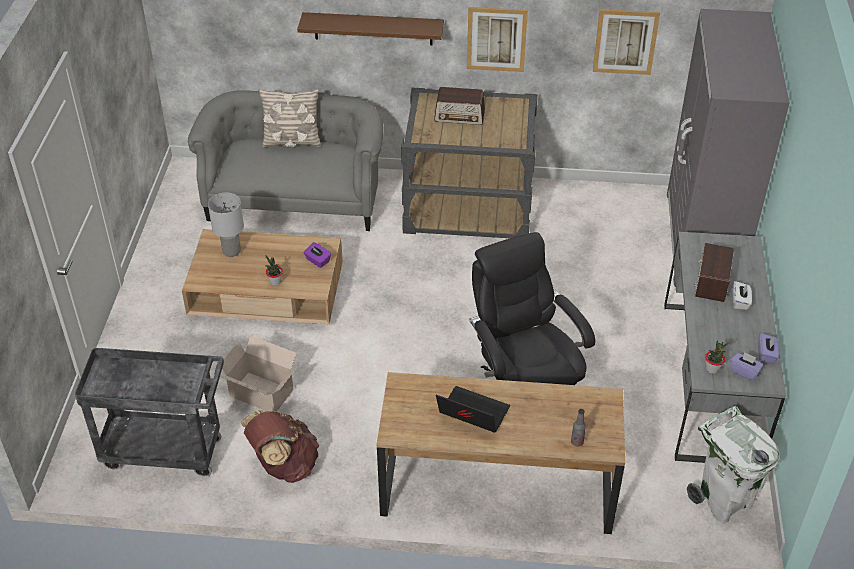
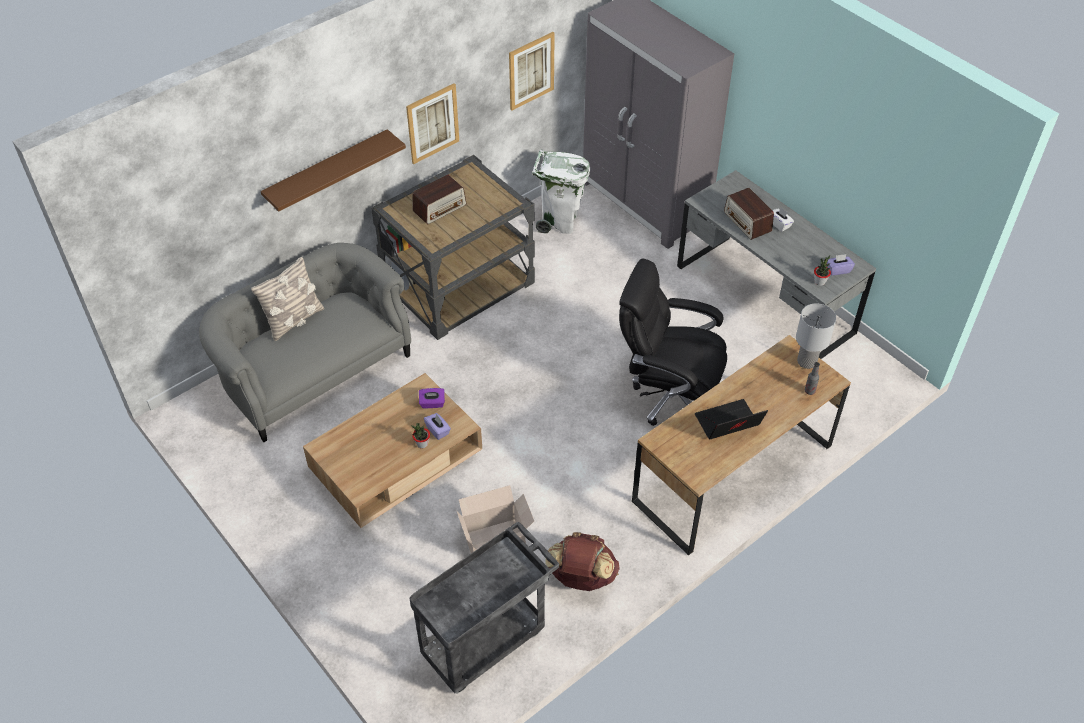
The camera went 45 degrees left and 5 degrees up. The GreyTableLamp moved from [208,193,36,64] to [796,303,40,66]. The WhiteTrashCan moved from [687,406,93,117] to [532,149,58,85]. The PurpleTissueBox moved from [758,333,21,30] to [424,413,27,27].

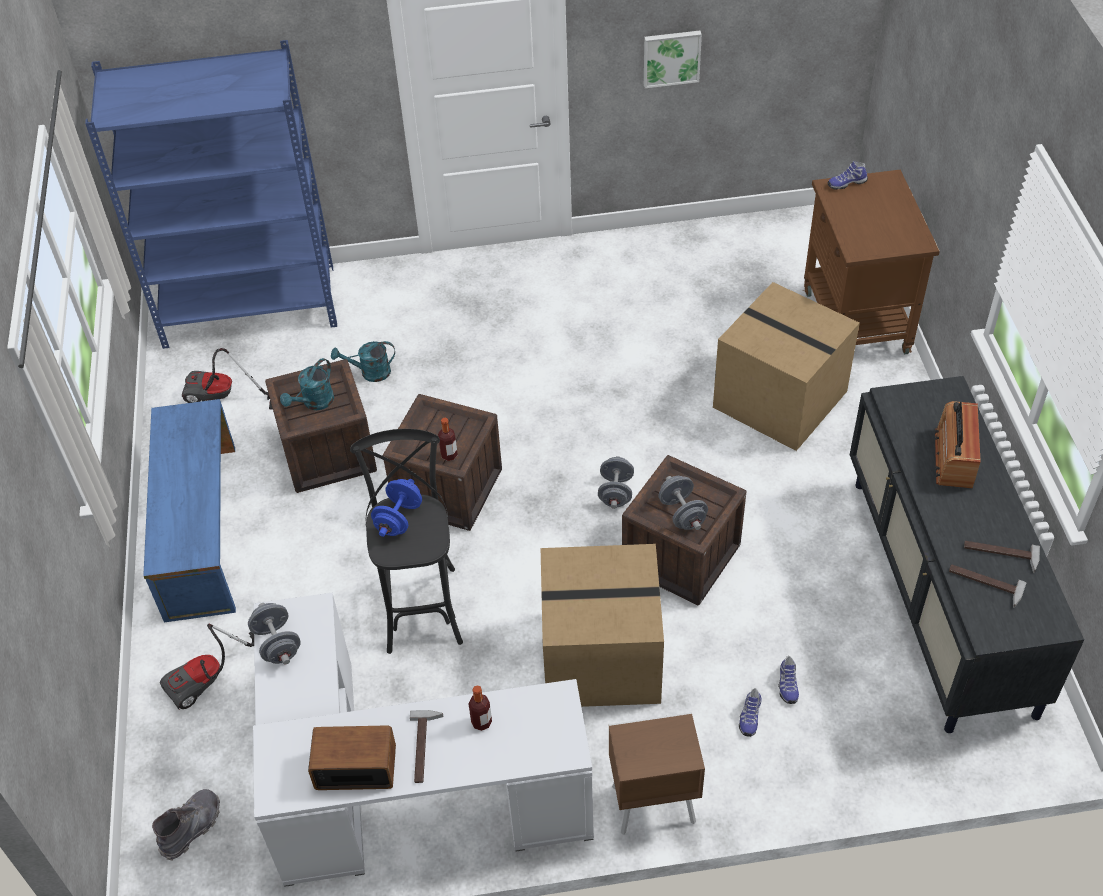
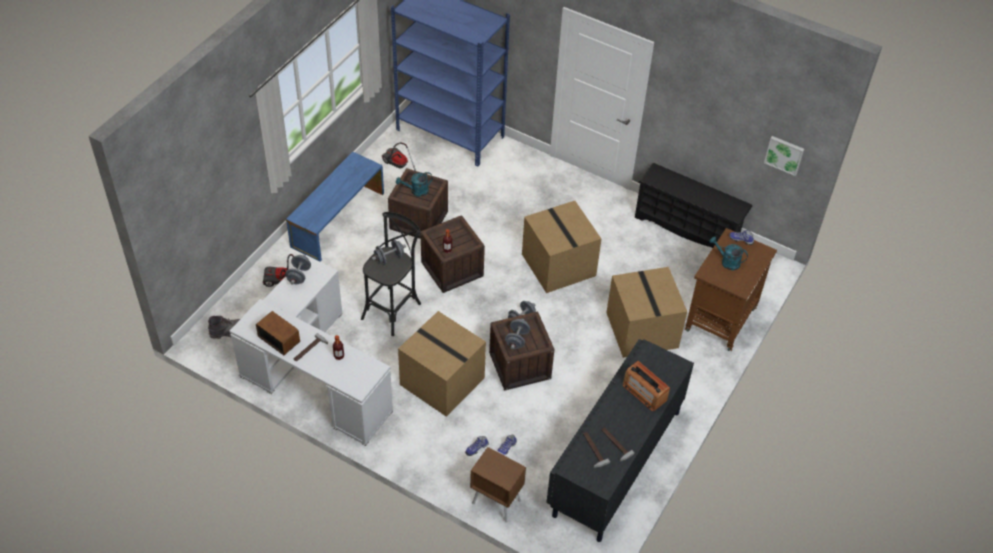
The camera went 35 degrees right and 0 degrees up. The TurquoiseWateringCan moved from [331,341,64,41] to [709,236,39,34]. The BlueDumbbell at [371,479,51,58] became the GreyDumbbell at [372,239,34,26]. The BrownNightstand moved from [609,712,96,123] to [470,446,56,76]. The Picture moved from [644,31,58,57] to [764,136,40,40]. The Radio at [935,401,46,87] turned 90 degrees counterclockwise. The CardboardBox at [522,201,79,92] appeared. The BlackShoeRack at [635,163,117,85] appeared.

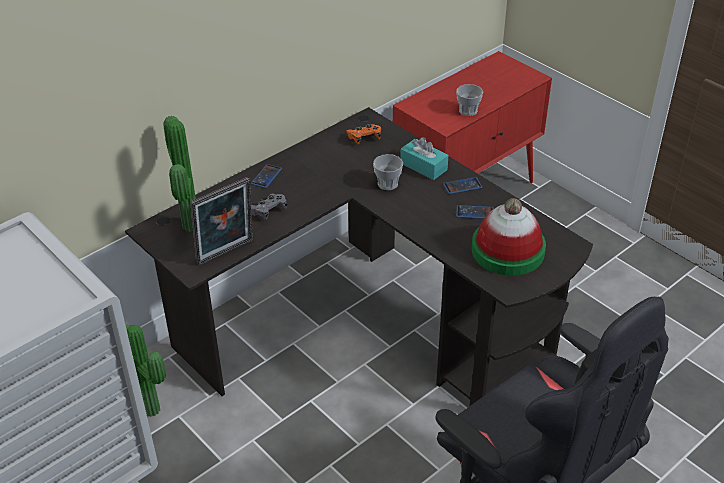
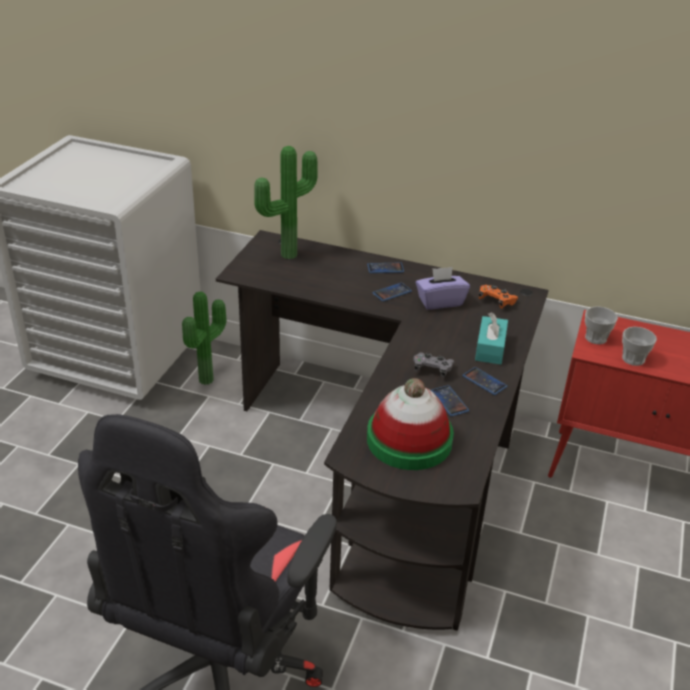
The camera went 60 degrees right and 5 degrees down. The PictureFrame at [190,177,63,88] disappeared. The GreyGameController moved from [251,194,36,26] to [413,353,42,25]. The Cup moved from [373,154,30,36] to [585,306,33,38]. The Phone at [372,283,40,18] appeared. The PurpleTissueBox at [416,267,54,43] appeared.

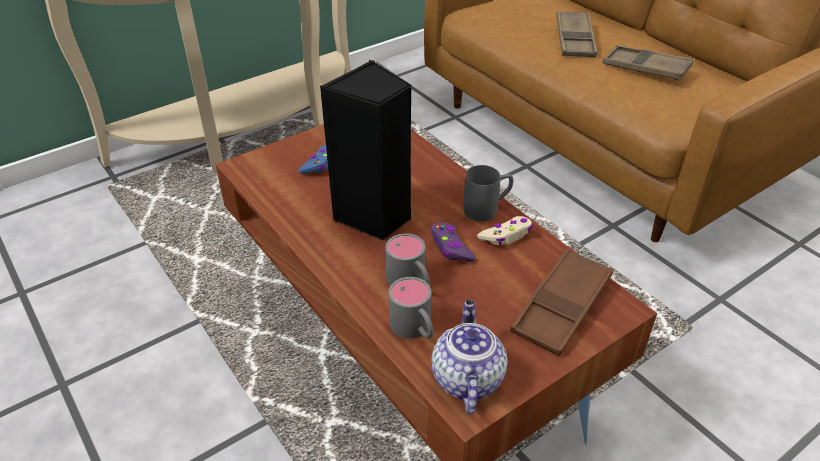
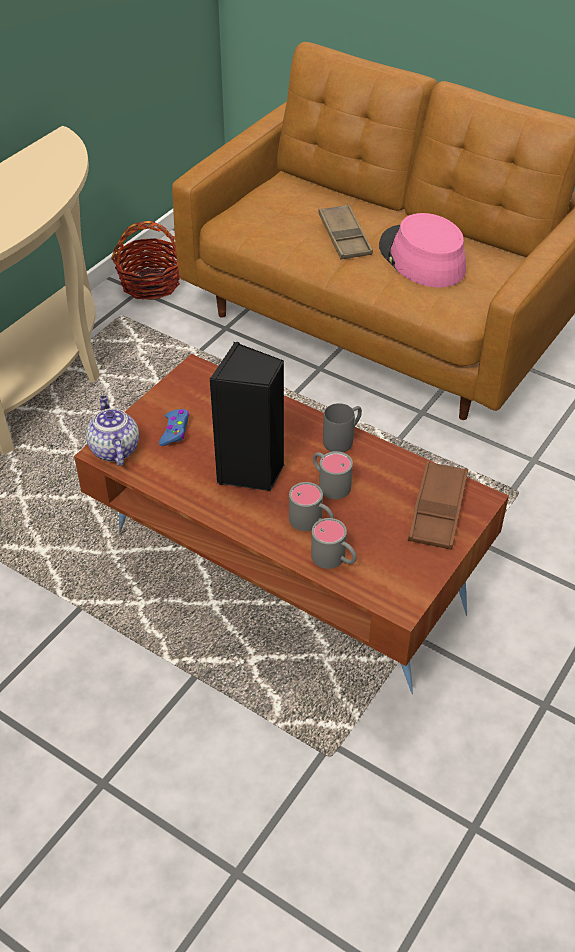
The camera went 20 degrees left and 5 degrees up. The PurpleGameController at [430,223,46,39] was replaced by the GreyMug at [313,451,40,48]. The Teapot moved from [431,300,76,114] to [86,395,53,71]. The BeigeGameController at [477,216,56,29] disappeared. The BrownTray at [603,45,91,35] was replaced by the PinkHat at [379,213,87,75]. The Basket at [111,221,69,79] appeared.

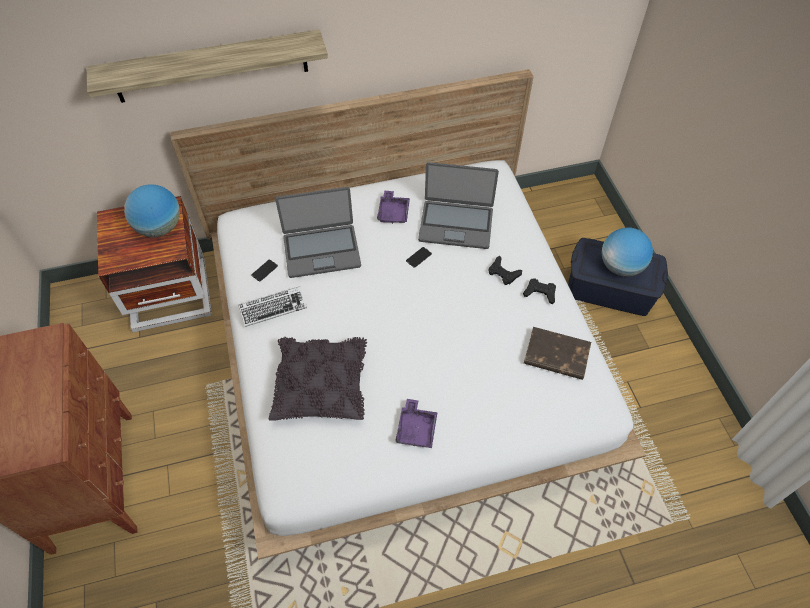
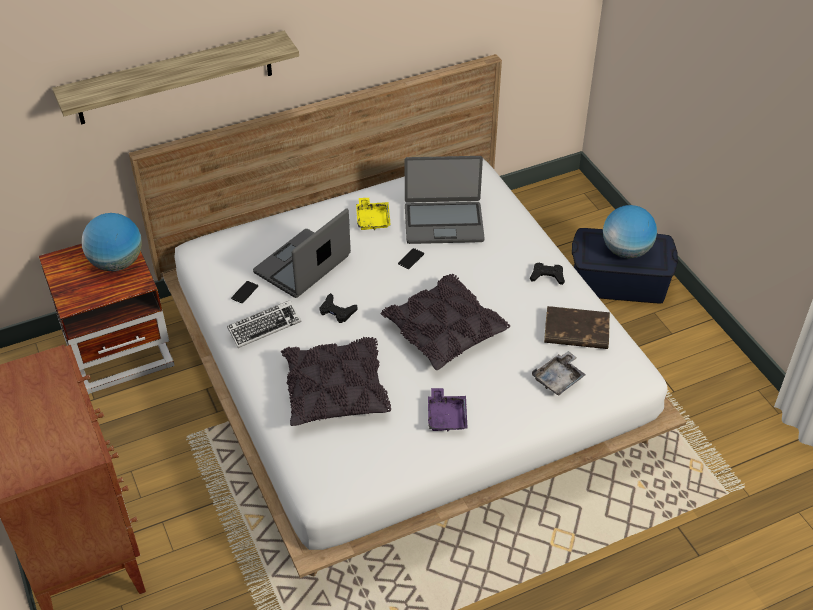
The camera went 10 degrees left and 10 degrees down. The Laptop at [275,187,86,91] turned 150 degrees clockwise. The PurpleTray at [377,190,33,34] became the YellowTray at [356,198,35,32]. The BlackGameController moved from [488,256,34,29] to [319,293,38,30]. The BlackPillow at [381,274,129,96] appeared. The GreyTray at [532,351,54,45] appeared.

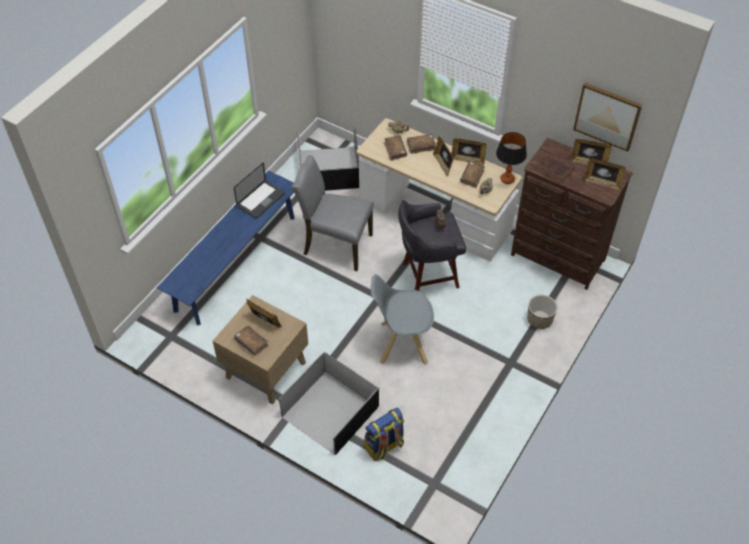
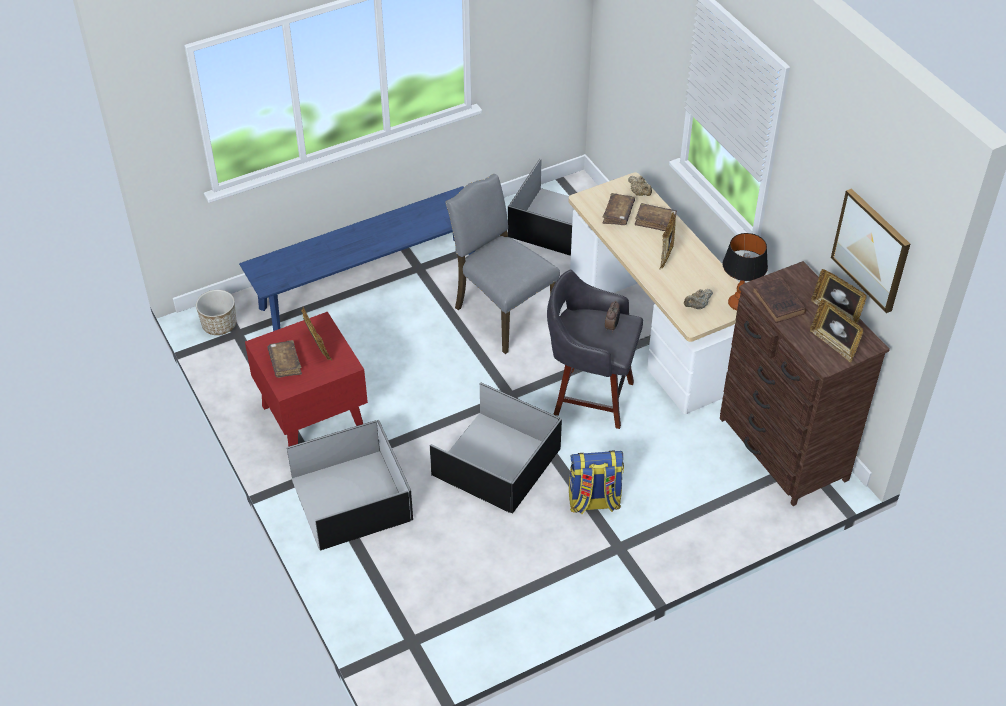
The camera went 30 degrees right and 5 degrees down. The BeigeNightstand at [213,295,95,110] became the RedNightstand at [245,312,123,134]. The Laptop at [234,163,51,56] disappeared. The Backpack moved from [364,408,40,53] to [569,450,55,64]. The GreyChair at [371,274,63,91] was replaced by the BlackStorageBox at [430,383,132,131]. The PictureFrame at [452,138,35,27] disappeared. The BrownBook at [460,161,25,27] disappeared. The Planter moved from [527,295,30,34] to [196,290,40,45].

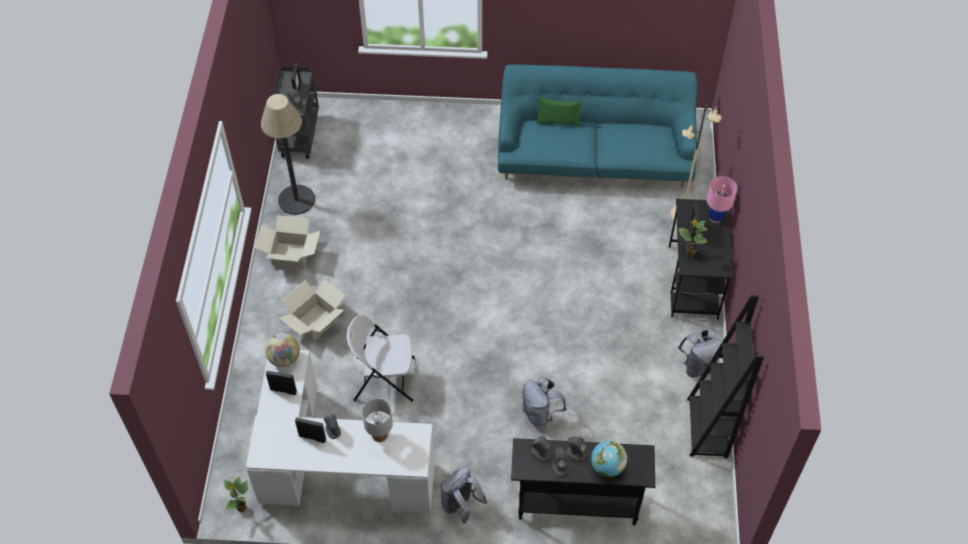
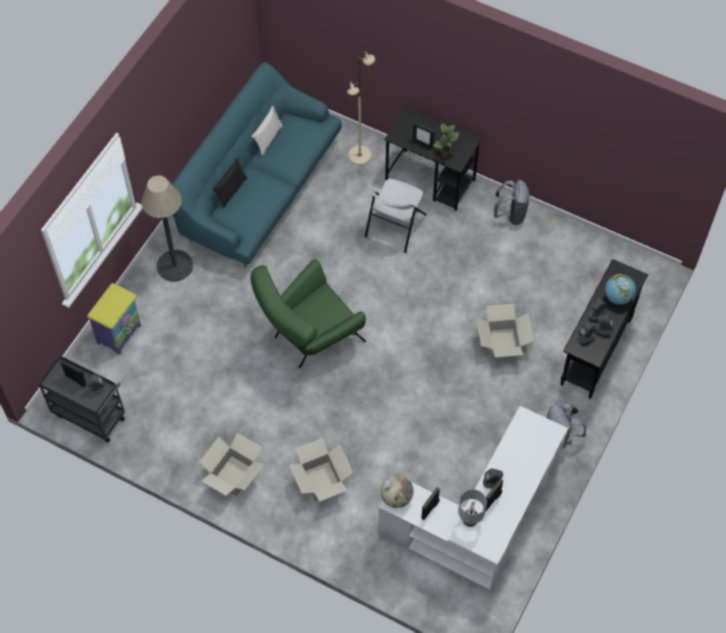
The camera went 65 degrees left and 5 degrees up. The PottedPlant at [224,476,24,36] disappeared. The FloorLamp moved from [261,94,54,121] to [141,175,52,106]. The WhiteChair moved from [347,314,68,88] to [364,179,63,74]. The GreyTableLamp moved from [362,399,31,43] to [458,489,29,38]. The GreyBackpack at [522,376,44,53] was replaced by the CardboardBox at [477,304,56,55]. The GreenPillow at [536,97,46,30] became the BlackPillow at [212,158,35,50]. The BlackBookcase at [687,295,77,163] disappeared. The PinkTableLamp at [707,176,30,47] disappeared. The Nightstand at [87,283,54,71] appeared. The GreenArmchair at [250,259,116,109] appeared. The WhitePillow at [252,106,30,49] appeared.

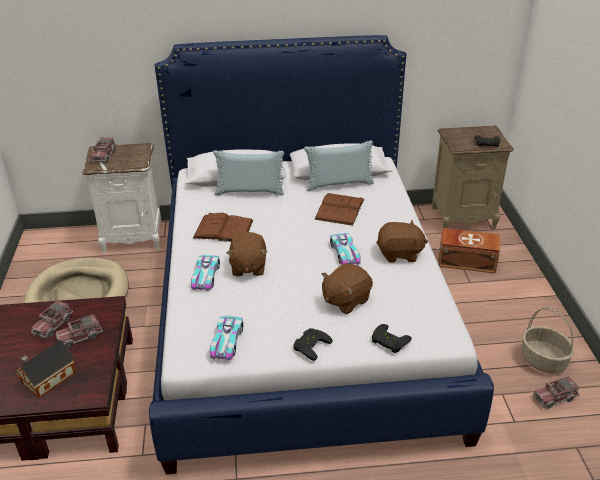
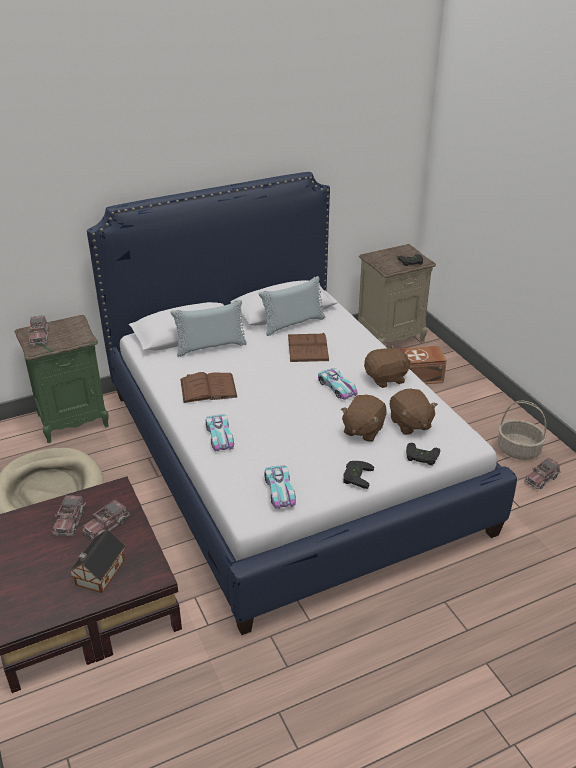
The camera went 20 degrees left and 0 degrees up. The WhiteNightstand at [82,143,80,111] became the GreenNightstand at [14,315,95,128]. The BrownPlushToy moved from [226,232,41,44] to [390,389,48,46].

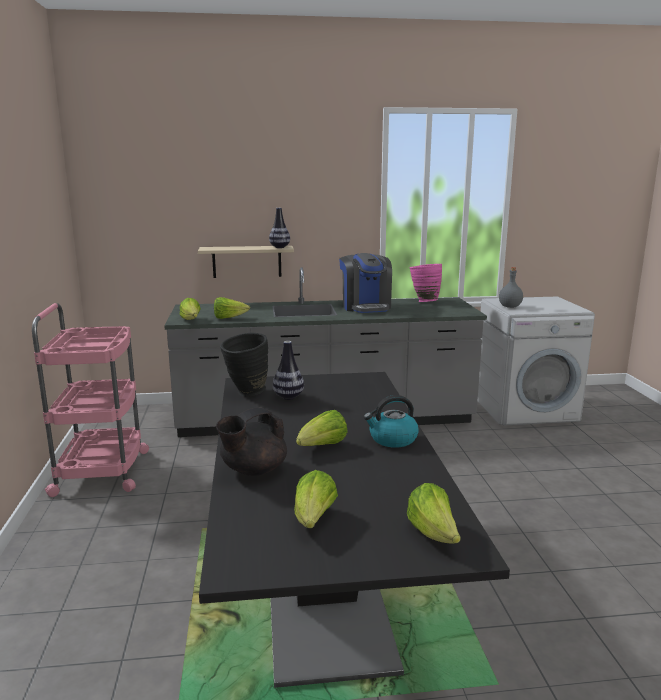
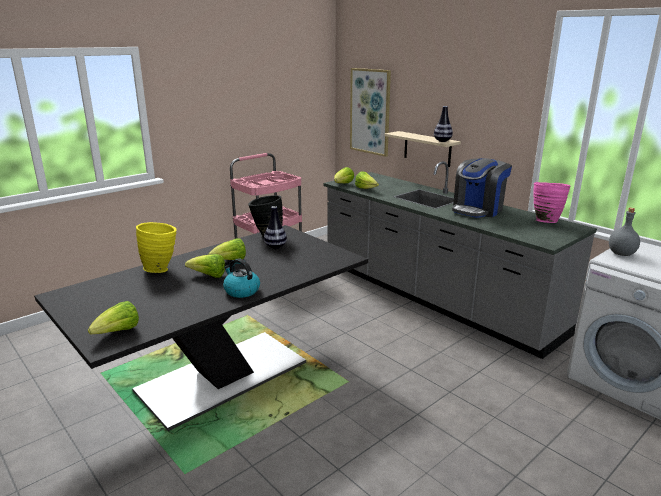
The camera went 55 degrees right and 5 degrees up. The BlackTeapot at [216,407,71,69] was replaced by the YellowVase at [136,222,41,51]. The Lettuce moved from [294,470,44,58] to [208,239,38,21]. The Picture at [350,68,41,89] appeared.

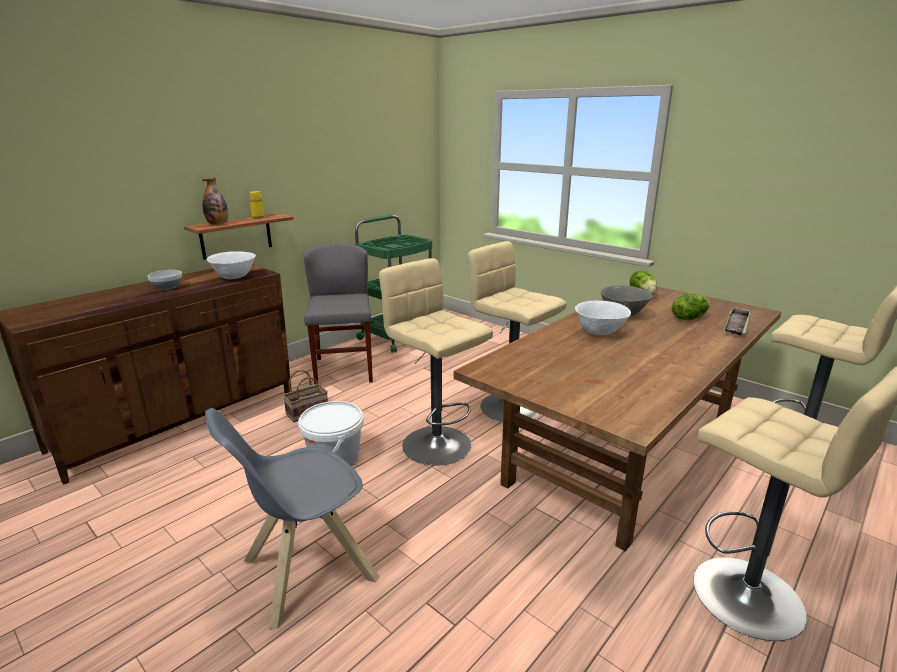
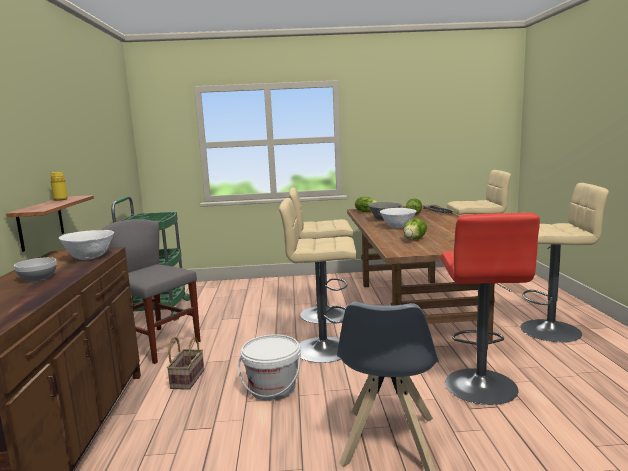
The camera went 45 degrees left and 10 degrees down. The Bottle at [202,178,26,47] disappeared. The Lettuce at [404,218,23,22] appeared. The RedStool at [441,213,99,192] appeared.

